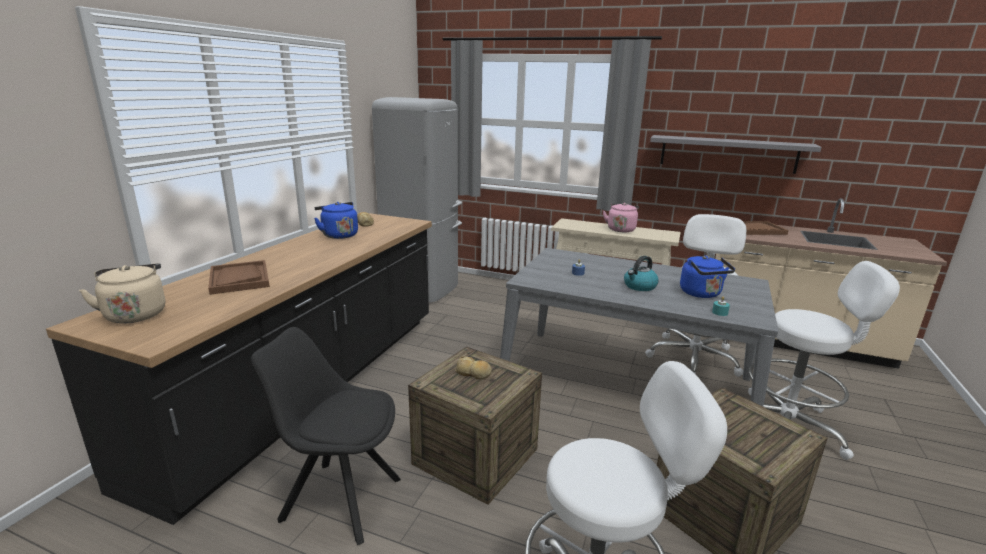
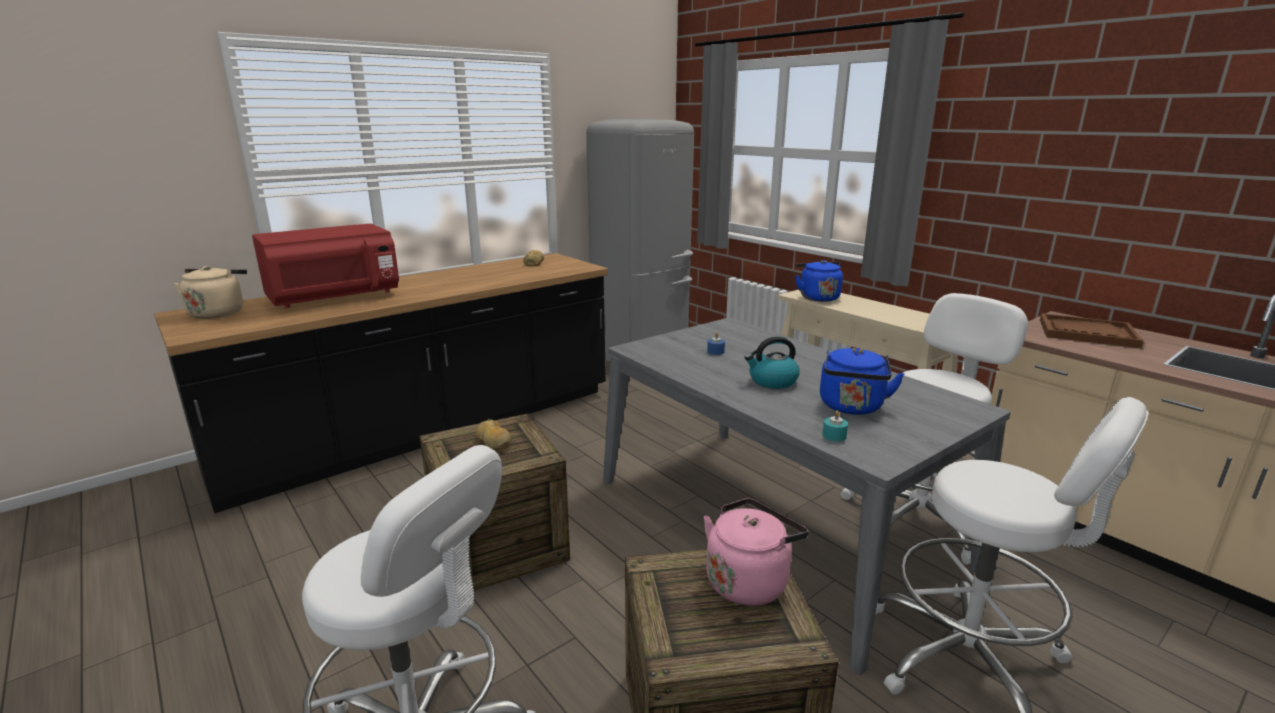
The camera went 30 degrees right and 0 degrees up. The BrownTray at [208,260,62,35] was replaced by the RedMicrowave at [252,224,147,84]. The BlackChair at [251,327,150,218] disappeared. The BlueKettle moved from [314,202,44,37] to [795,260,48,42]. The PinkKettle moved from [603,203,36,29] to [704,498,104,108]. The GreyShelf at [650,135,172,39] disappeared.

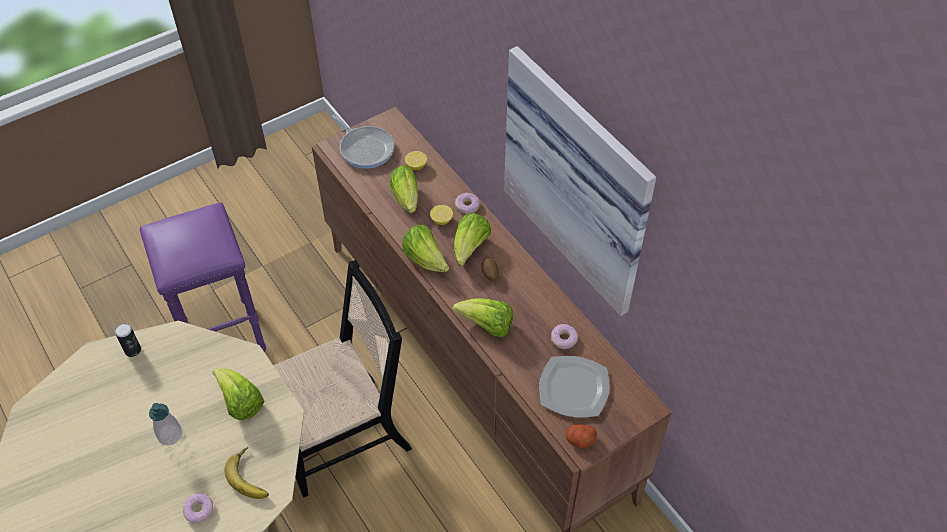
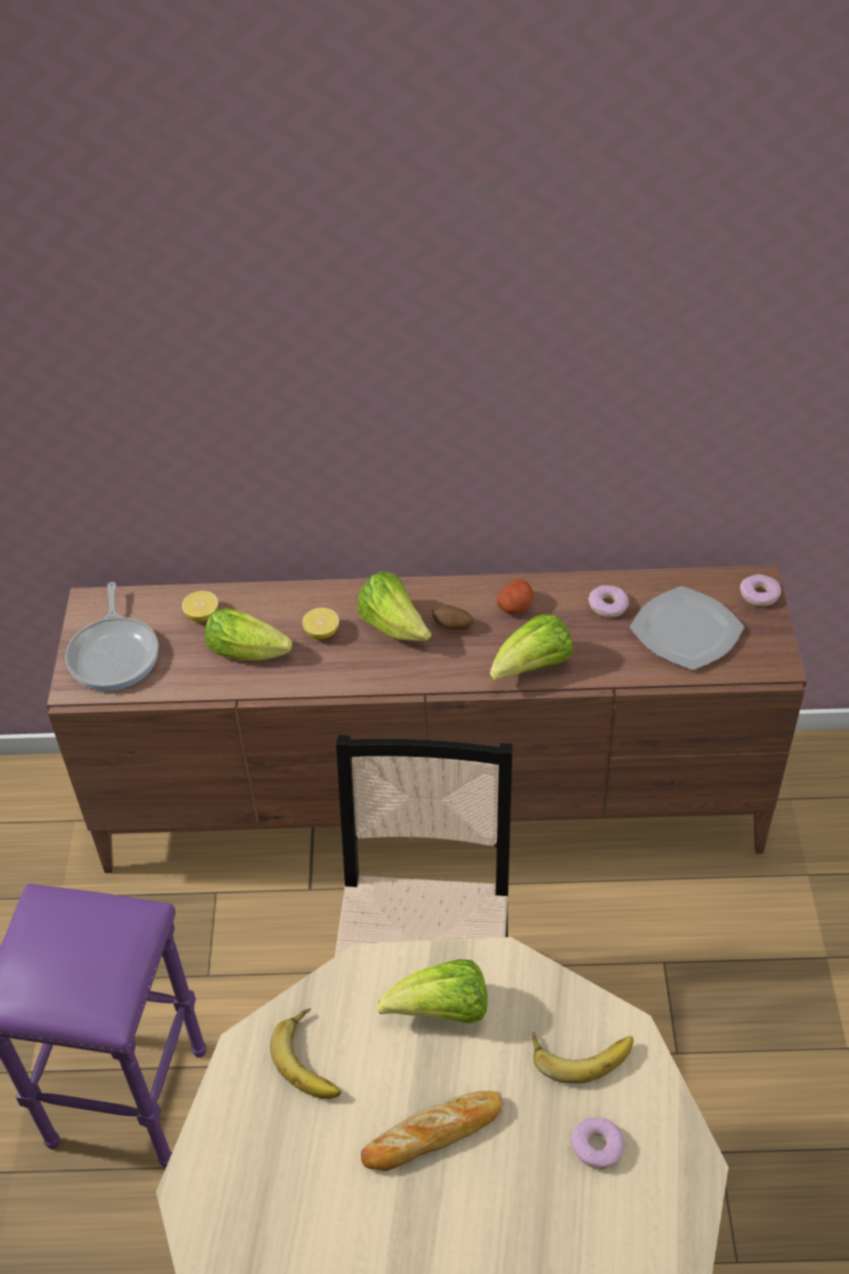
The camera went 55 degrees left and 5 degrees down. The Can at [115,323,26,34] disappeared. The SoapDispenser at [149,403,33,42] was replaced by the Bread at [361,1091,142,80]. The FryingPan at [333,114,61,55] turned 90 degrees clockwise. The Lettuce at [402,225,47,47] disappeared. The Donut moved from [455,193,25,21] to [740,574,41,32]. The Picture at [504,46,152,270] disappeared. The Potato moved from [566,424,31,24] to [497,579,37,35]. The Banana at [270,1008,71,91] appeared.

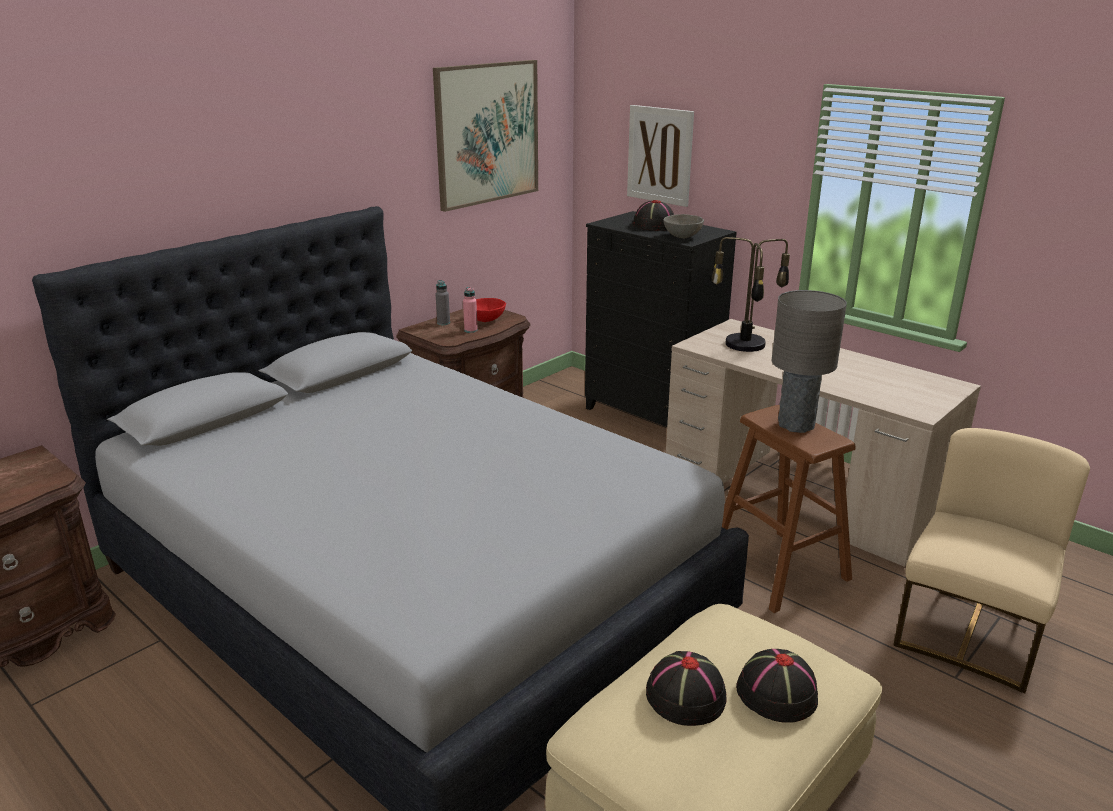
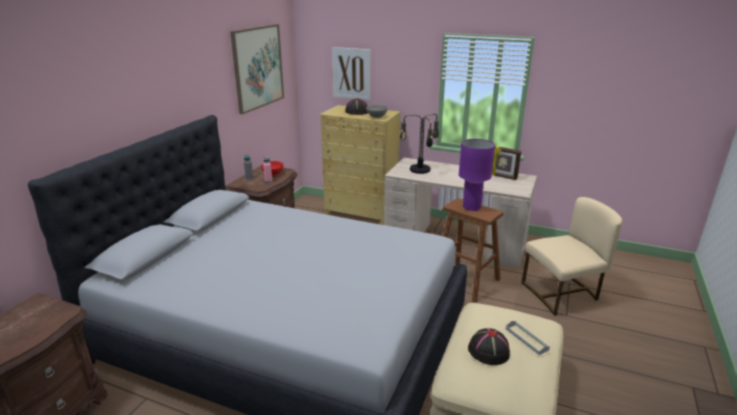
The camera went 20 degrees left and 0 degrees up. The BlackDresser at [585,211,152,216] became the BeigeDresser at [320,105,81,120]. The BlackHat at [736,649,82,74] was replaced by the GreyTray at [506,321,44,34]. The GreyTableLamp at [772,290,75,143] became the PurpleTableLamp at [459,139,36,72]. The BeigeChair at [893,428,197,265] turned 60 degrees clockwise. The PictureFrame at [492,146,29,34] appeared.

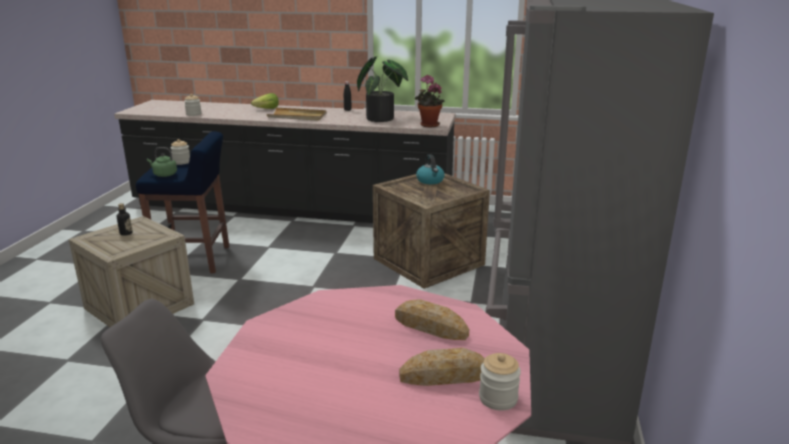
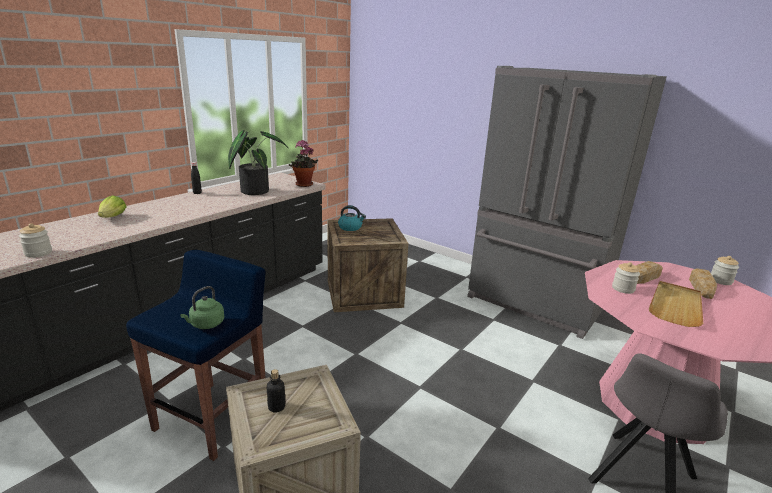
The camera went 65 degrees left and 0 degrees up. The Jar moved from [170,139,20,26] to [612,262,28,32]. The BeigeTray moved from [267,108,60,13] to [649,281,54,46].

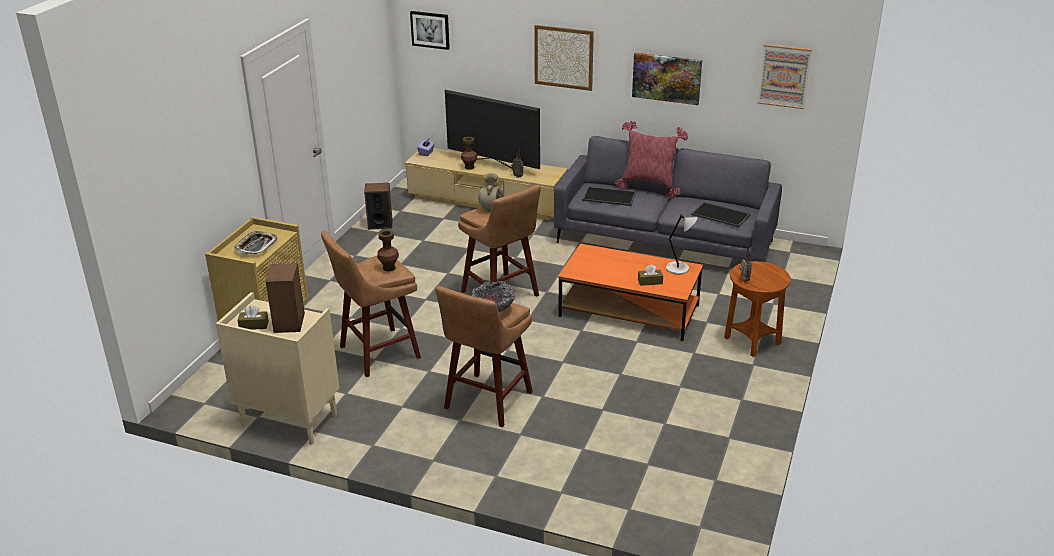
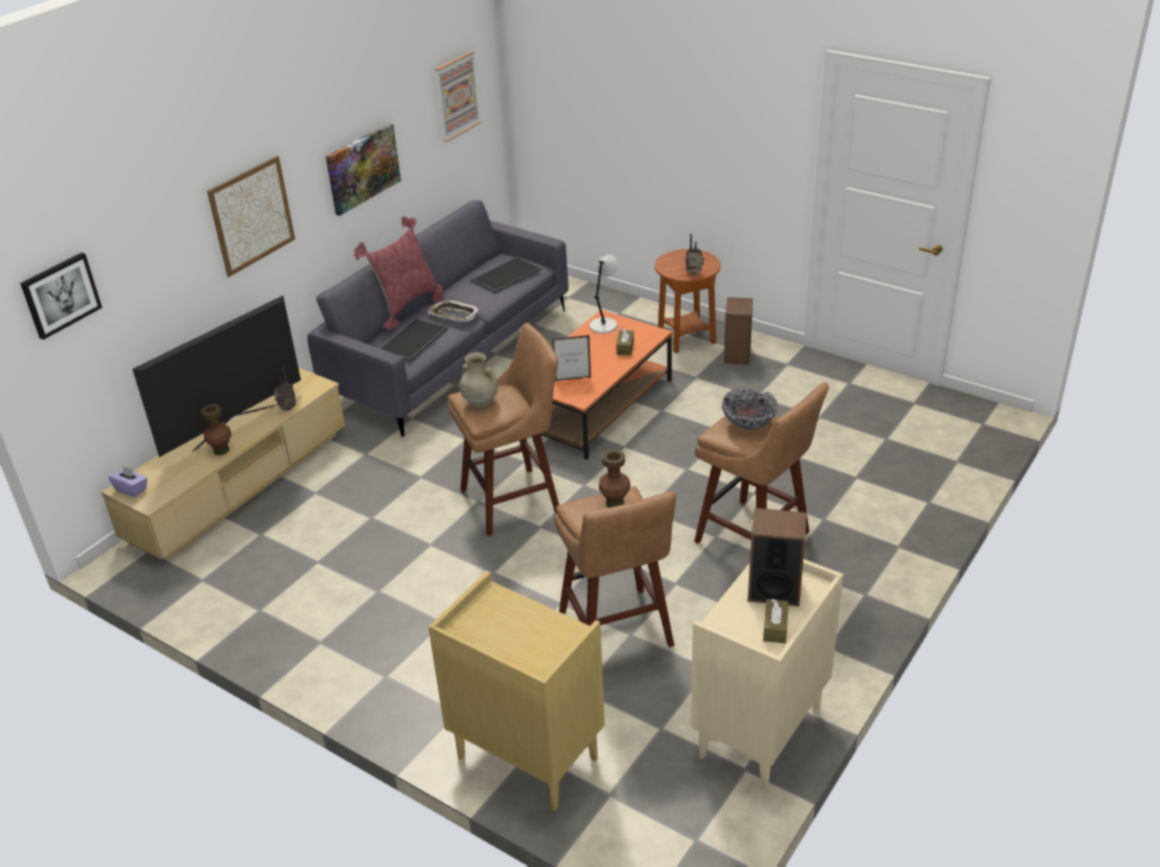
The camera went 75 degrees left and 5 degrees up. The Tray moved from [234,231,44,24] to [428,300,51,22]. The Speaker moved from [364,183,29,47] to [724,297,29,68]. The PictureFrame at [552,335,39,46] appeared.

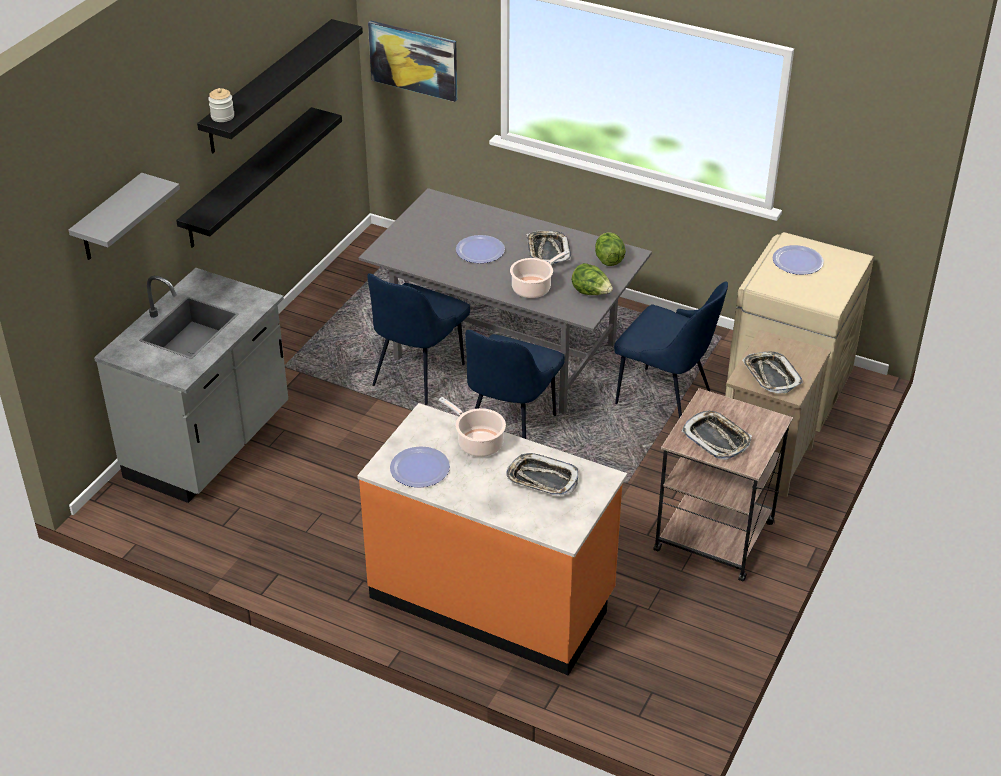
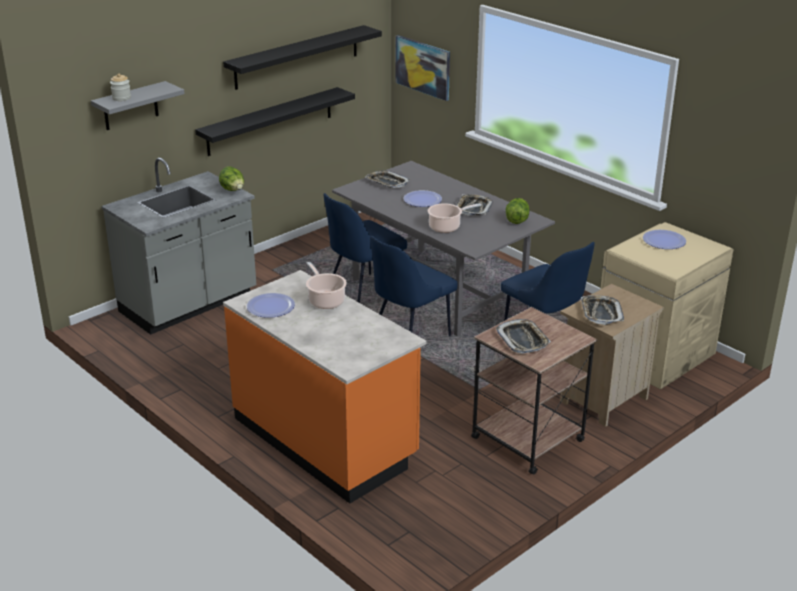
The camera went 20 degrees right and 10 degrees down. The Jar moved from [208,88,26,34] to [110,74,21,27]. The Tray moved from [506,453,72,42] to [366,170,44,18]. The Lettuce moved from [571,263,42,32] to [219,166,25,25].

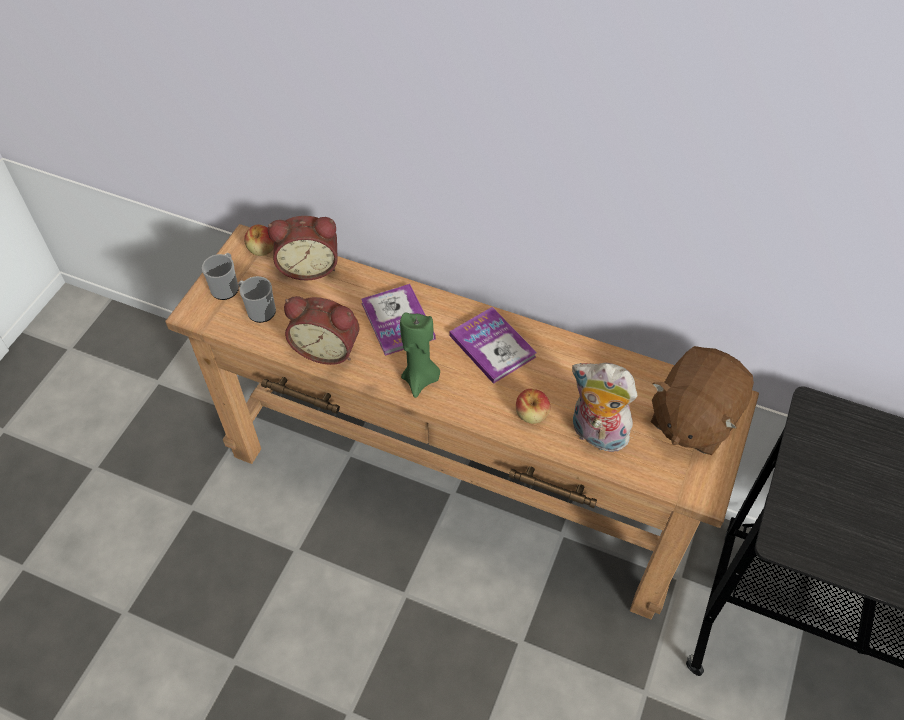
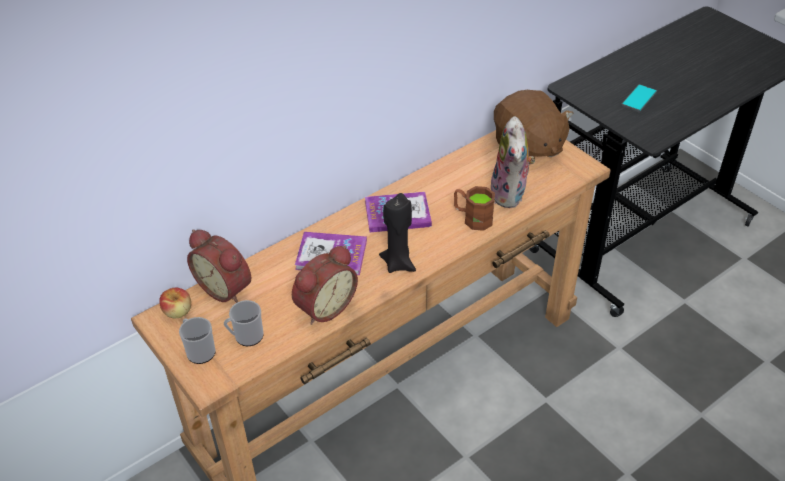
The camera went 60 degrees left and 10 degrees down. The AlarmClock at [268,216,70,64] turned 105 degrees clockwise. The GreenCandle at [400,313,40,85] became the BlackCandle at [379,193,37,80]. The Apple at [516,389,34,35] was replaced by the BrownMug at [454,186,41,45]. The PlushToy at [571,363,66,89] turned 60 degrees counterclockwise. The Phone at [621,84,36,28] appeared.

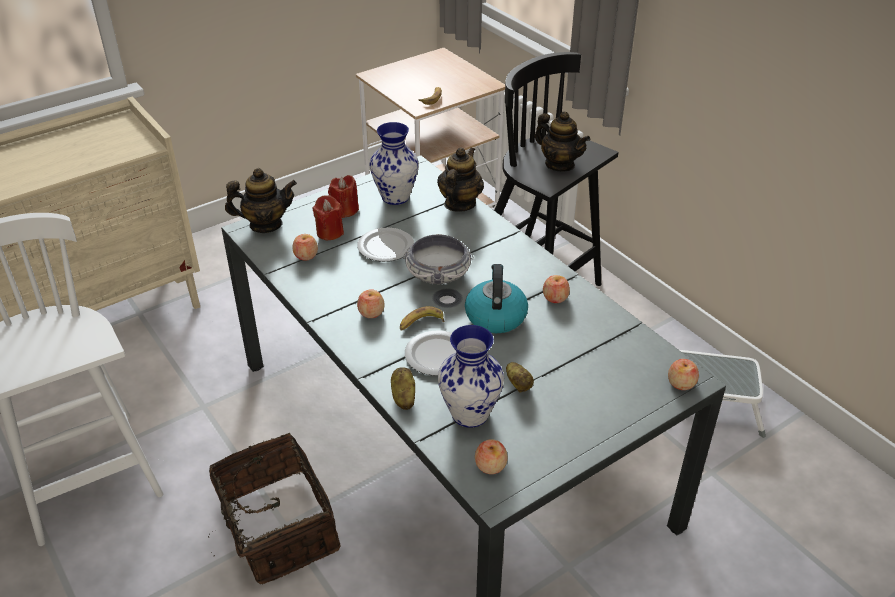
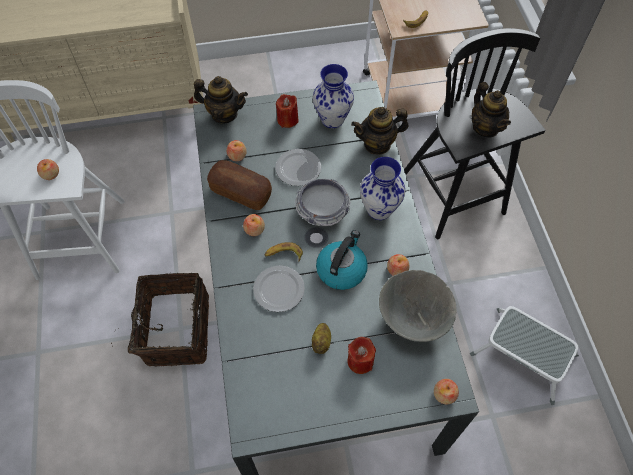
The camera went 25 degrees right and 20 degrees up. The RedCandle moved from [313,195,31,45] to [348,337,28,37]. The Potato at [391,367,24,43] disappeared. The Teapot at [437,148,47,64] turned 150 degrees counterclockwise. The Vase moved from [438,325,66,103] to [360,157,45,63]. The Apple moved from [475,439,33,35] to [37,159,22,21]. The Bread at [207,160,65,50] appeared. The GreyBowl at [379,270,78,72] appeared.

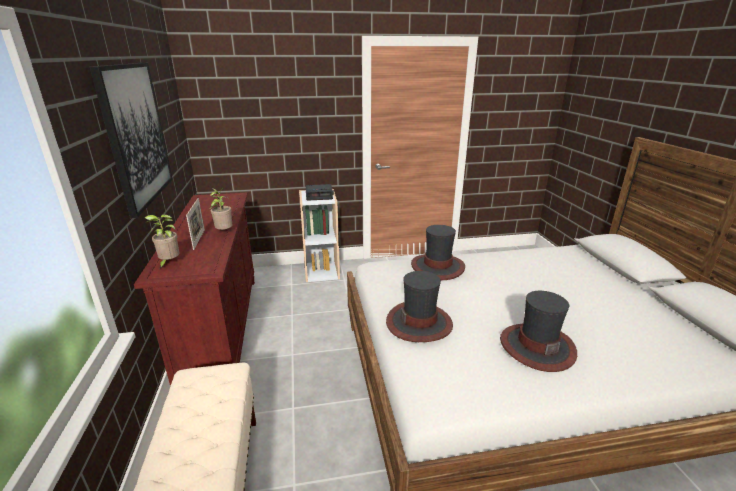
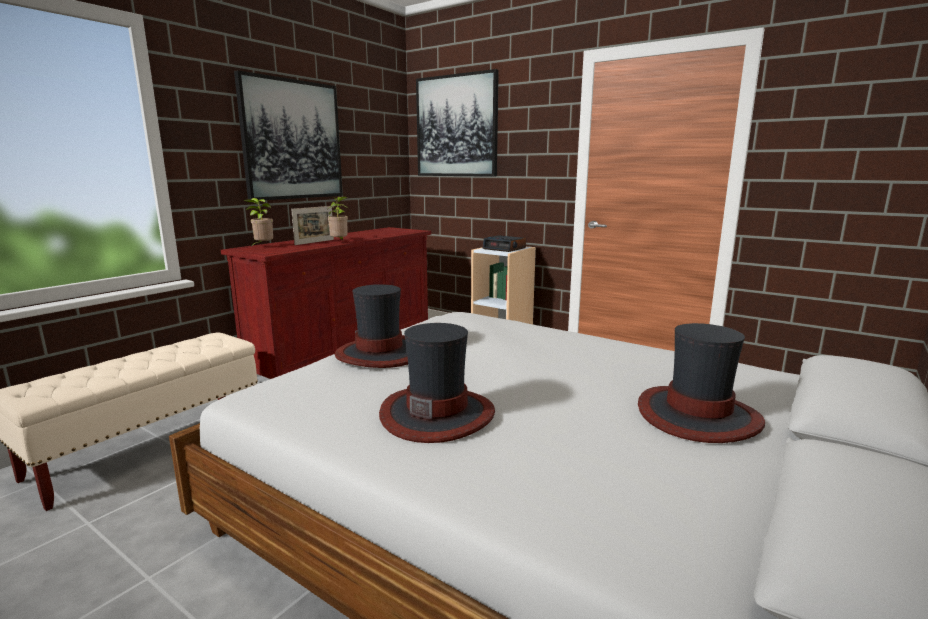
The camera went 45 degrees right and 10 degrees down. The Hat moved from [411,225,54,55] to [638,323,127,120]. The Picture at [416,69,83,108] appeared.

